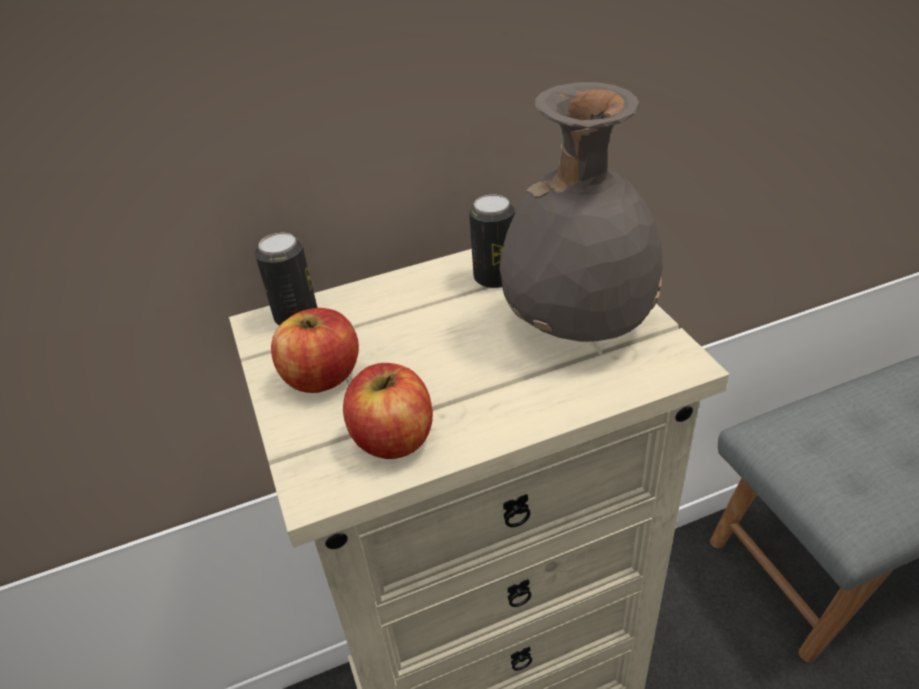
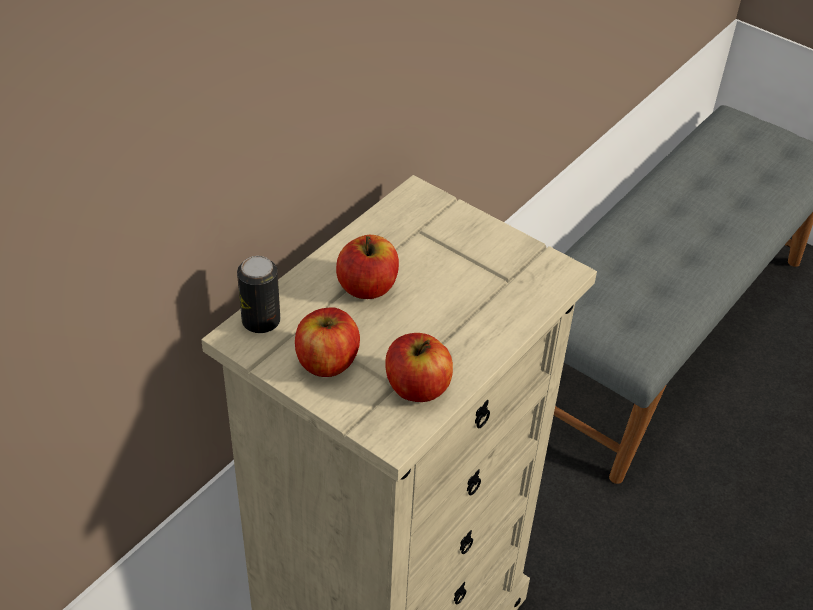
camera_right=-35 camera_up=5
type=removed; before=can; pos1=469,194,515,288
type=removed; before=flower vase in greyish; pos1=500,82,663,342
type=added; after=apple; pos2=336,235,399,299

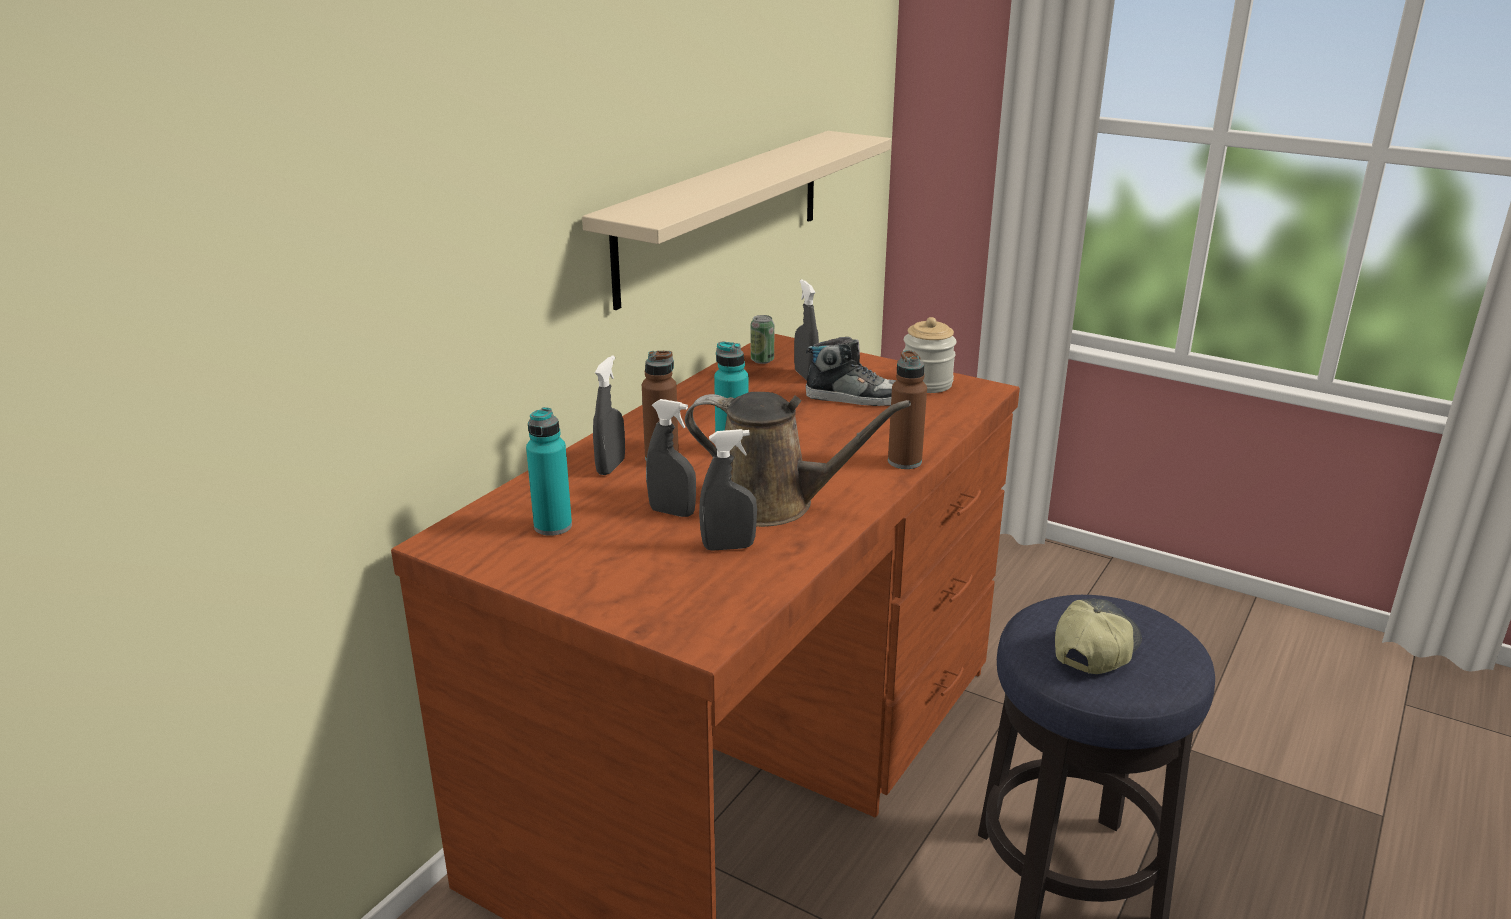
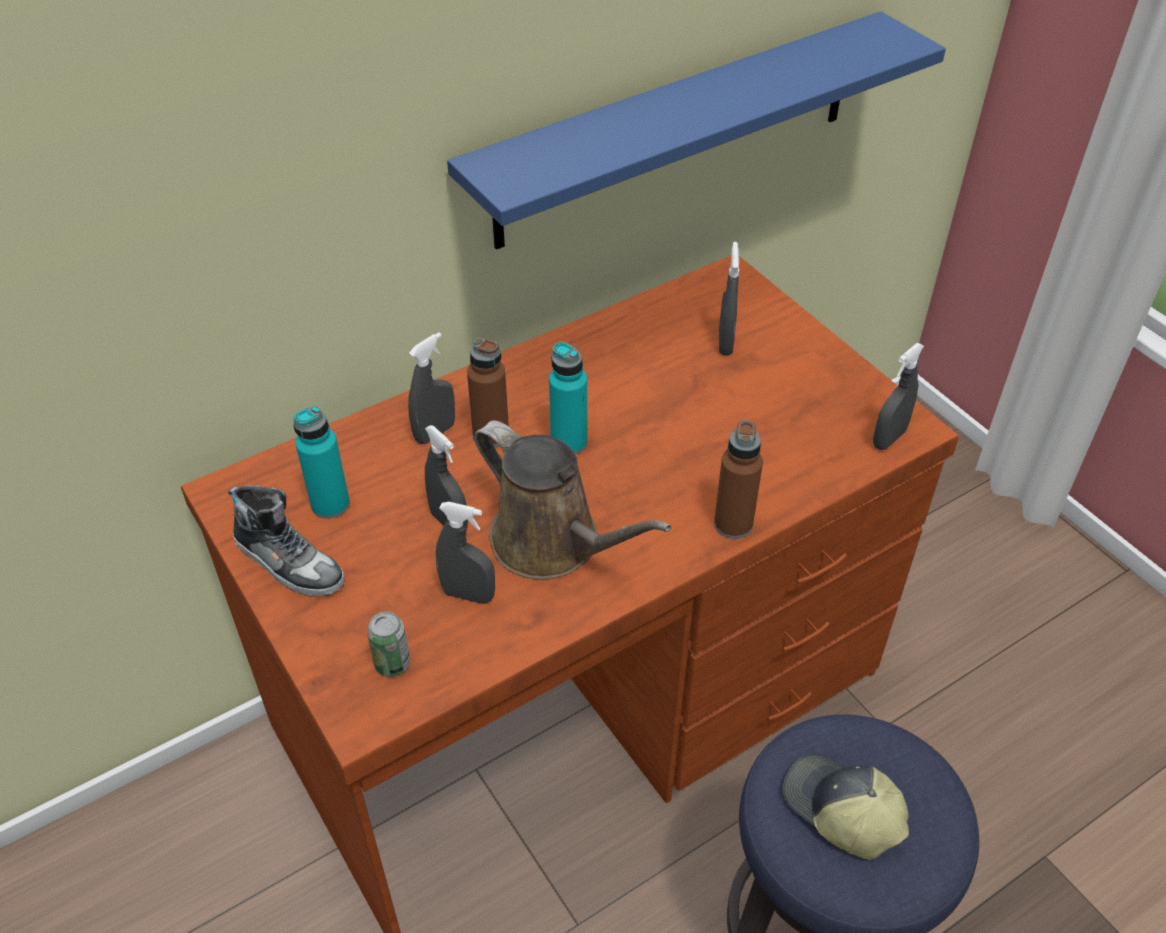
camera_right=25 camera_up=20
type=removed; before=preserve jar; pos1=903,317,957,393
type=added; after=sprayer in greyish; pos2=873,343,924,450
type=moved; before=can; pos1=751,315,774,364; pos2=367,612,410,677
type=moved; before=item of footwear; pos1=806,337,896,406; pos2=228,485,345,596
type=recoloured; before=bracket shelf in sand-coloured; after=bracket shelf in bluish; pos1=582,131,891,310; pos2=447,11,946,250
type=turned; before=cap; pos1=1055,599,1142,674; pos2=782,754,909,860; turn=-105

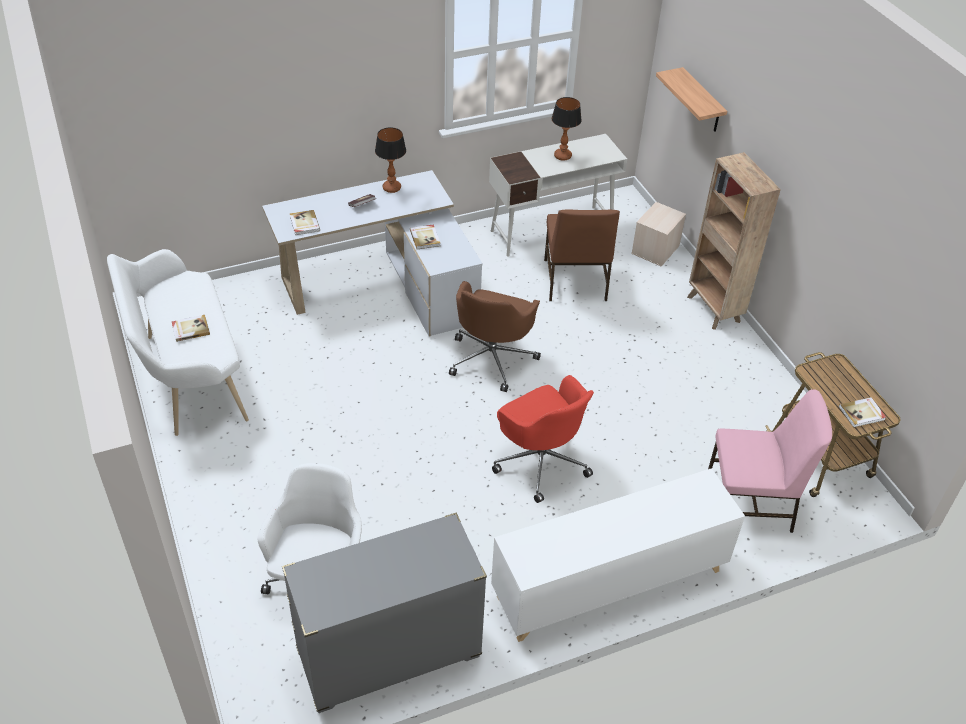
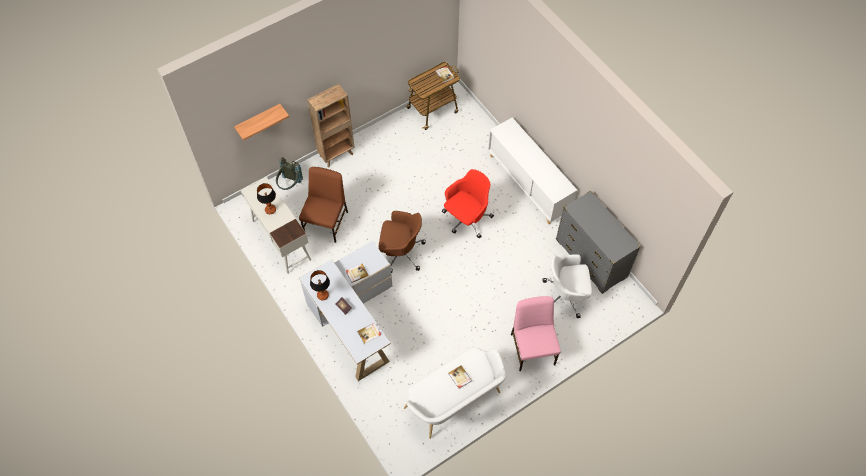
camera_right=-100 camera_up=15
type=moved; before=chair in pink-coloured; pos1=708,389,832,533; pos2=511,296,561,371
type=replaced; before=storage box in sand-coloured; after=backpack in greyish; pos1=631,202,686,267; pos2=276,157,303,190
type=turned; before=chair in brown-coloured; pos1=544,209,620,301; pos2=299,167,348,243; turn=-60

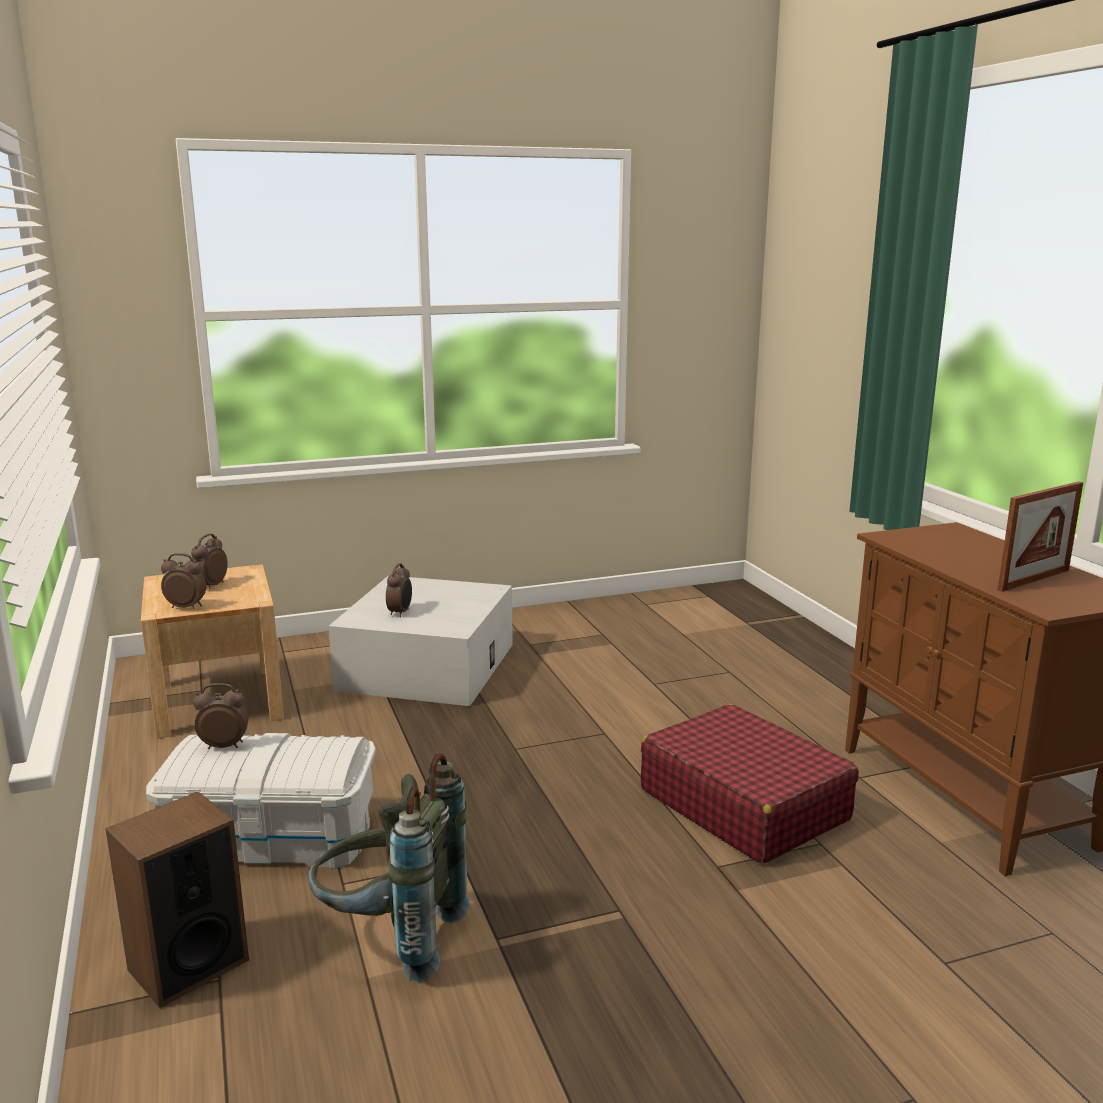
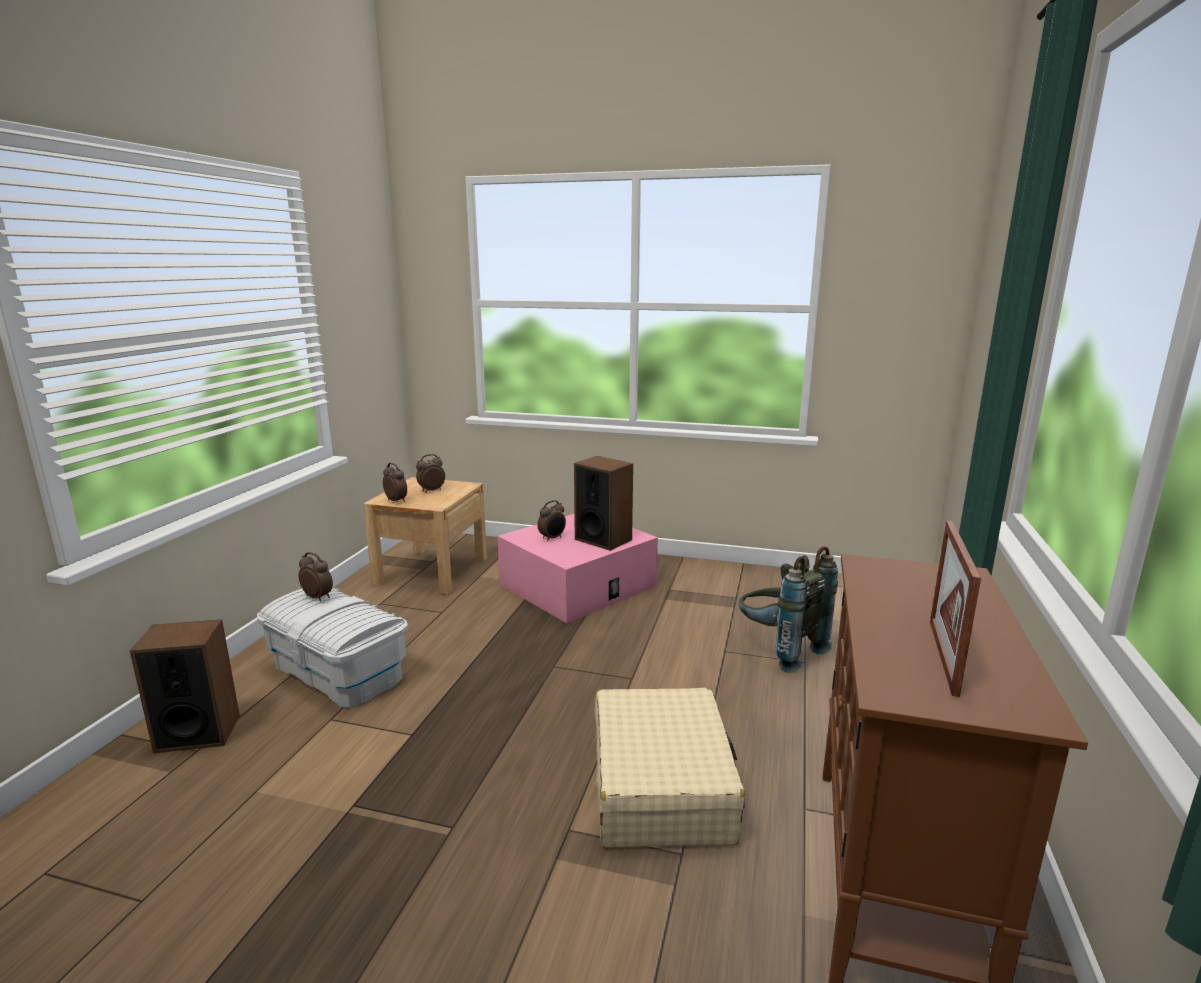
camera_right=35 camera_up=0
type=added; after=audio speaker; pos2=574,456,633,551
type=moved; before=backpack in greyish; pos1=308,753,470,982; pos2=739,546,838,673
type=recoloured; before=storage box in whitish; after=storage box in pink-coloured; pos1=328,575,513,706; pos2=497,514,658,623
type=recoloured; before=travel case in red; after=travel case in sand-coloured; pos1=641,704,859,864; pos2=595,688,745,847
type=turned; before=photo frame; pos1=998,481,1083,592; pos2=930,521,981,697; turn=105

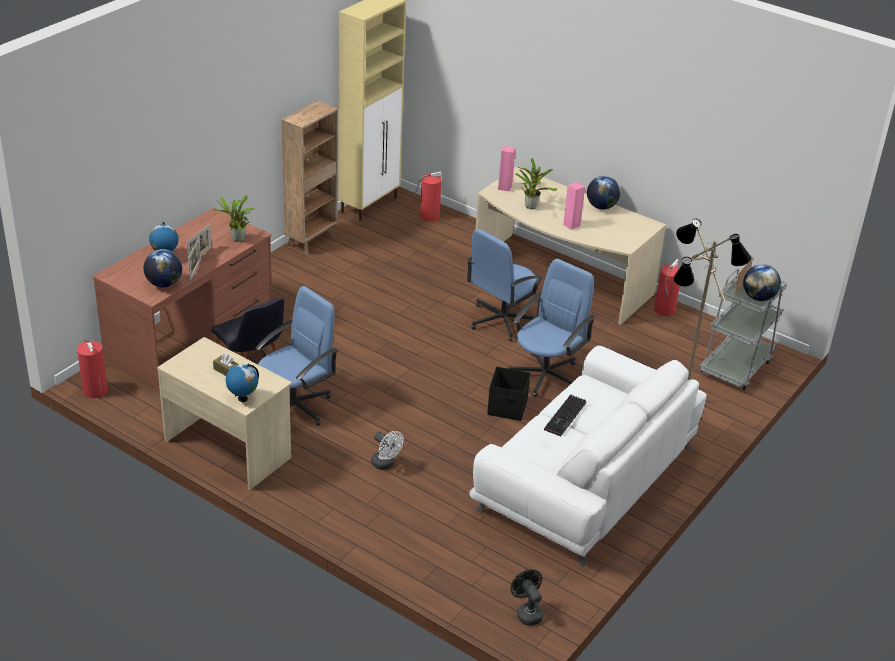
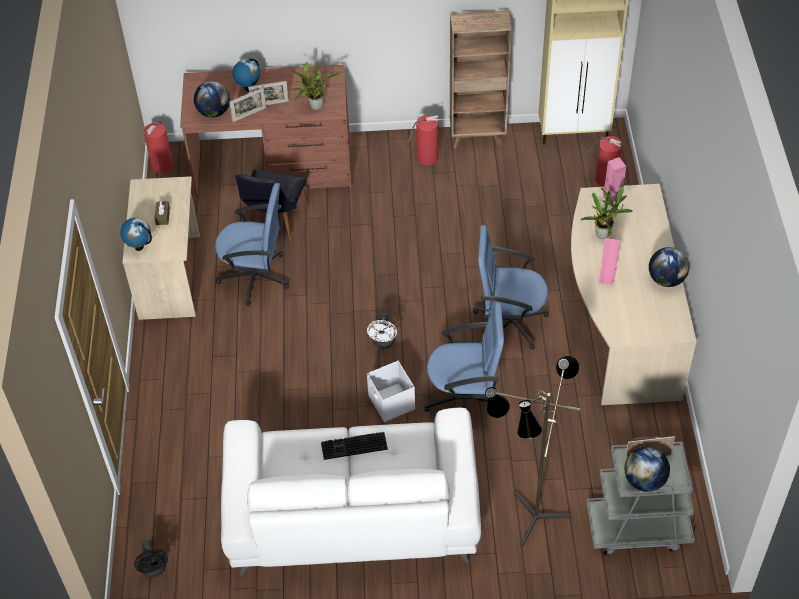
camera_right=55 camera_up=15
type=moved; before=cooling fan in whitish; pos1=371,431,404,470; pos2=367,313,397,348
type=moved; before=fire extinguisher; pos1=654,259,680,316; pos2=408,115,439,165
type=recoloured; before=storage box in blackish; after=storage box in whitish; pos1=487,367,530,421; pos2=367,361,415,422
type=turned; before=cooling fan in blackish; pos1=511,569,543,626; pos2=134,540,168,577; turn=135

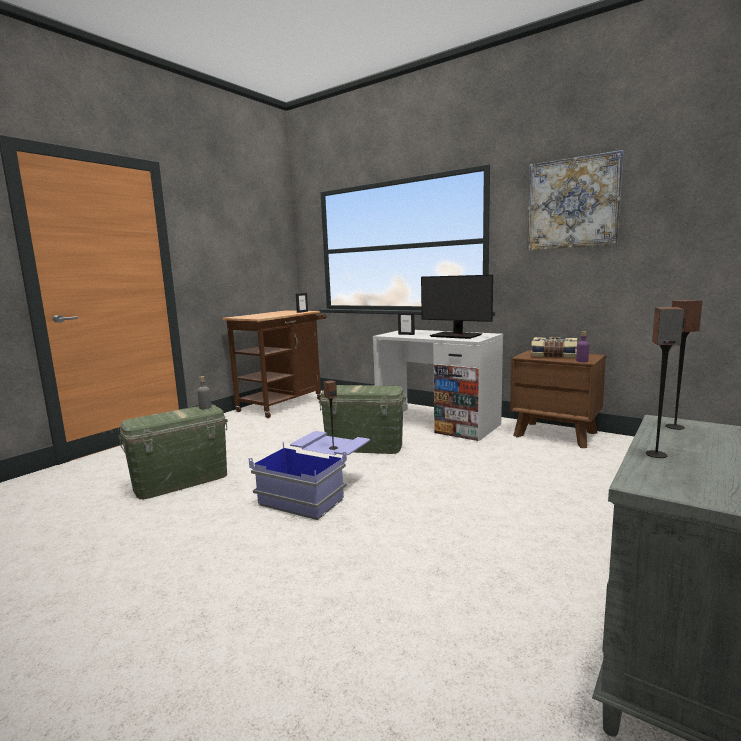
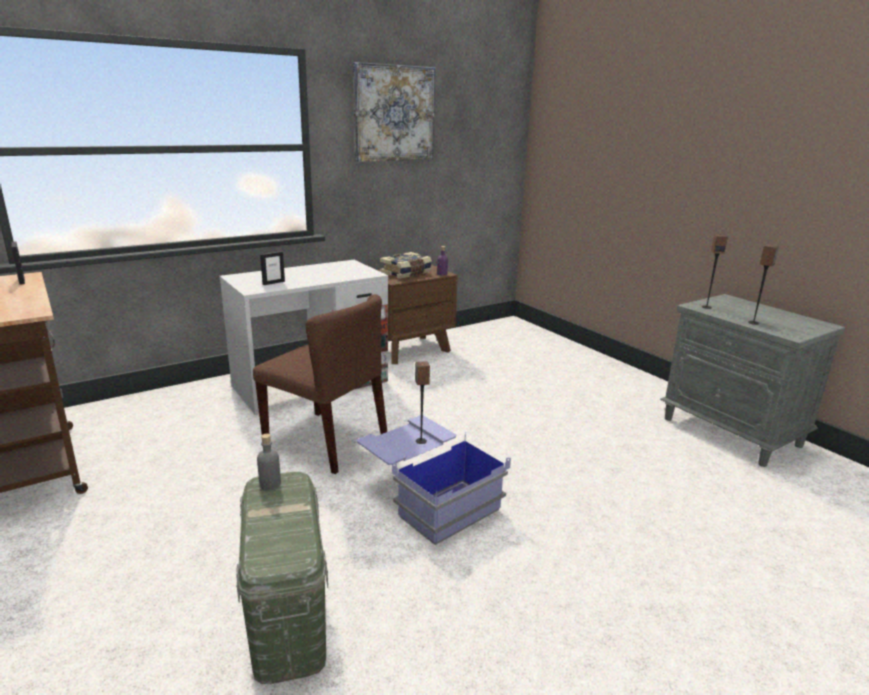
camera_right=-70 camera_up=10
type=removed; before=computer display; pos1=421,275,493,339
type=replaced; before=storage box in greenish; after=chair in brown-coloured; pos1=319,385,406,454; pos2=253,294,387,474

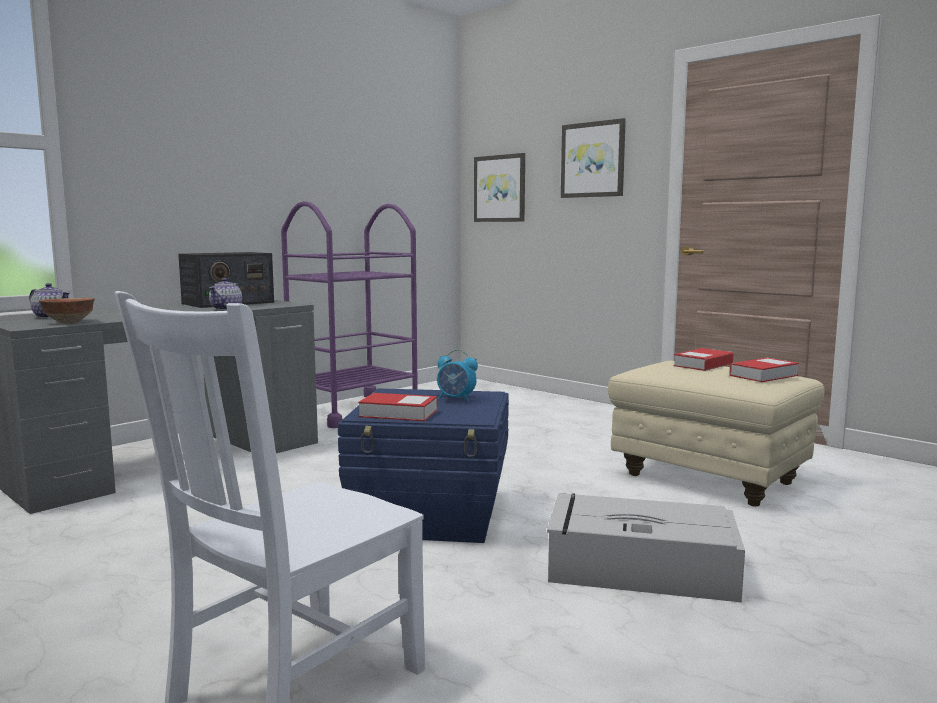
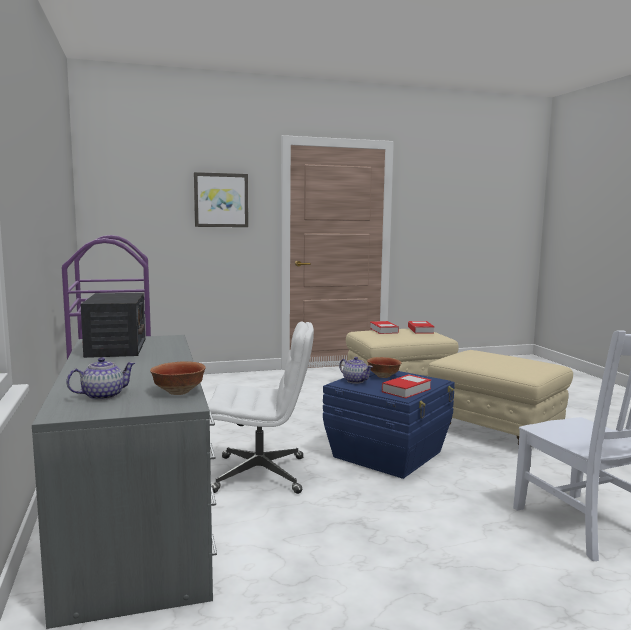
camera_right=-60 camera_up=0
type=removed; before=wall picture; pos1=474,153,525,222
type=added; after=computer chair in whitish; pos2=208,322,314,494
type=moved; before=pot for tea; pos1=209,278,242,310; pos2=339,357,373,384
type=replaced; before=alarm clock; after=bowl; pos1=437,349,478,402; pos2=367,357,401,378
type=replaced; before=storage box in greyish; after=pouffe in sand-coloured; pos1=547,493,745,602; pos2=427,350,573,445

